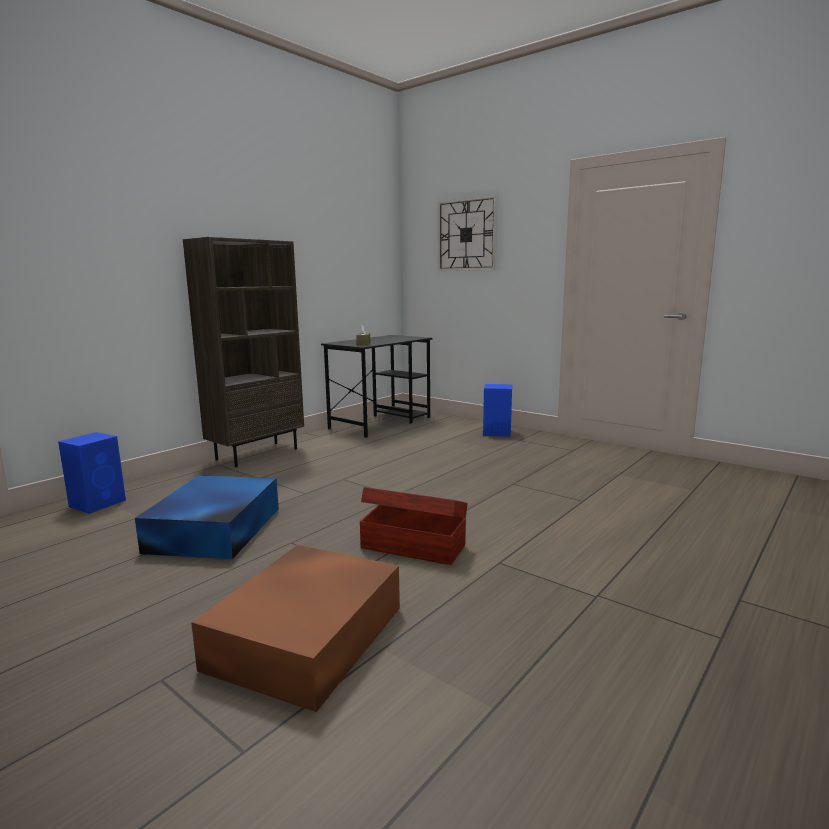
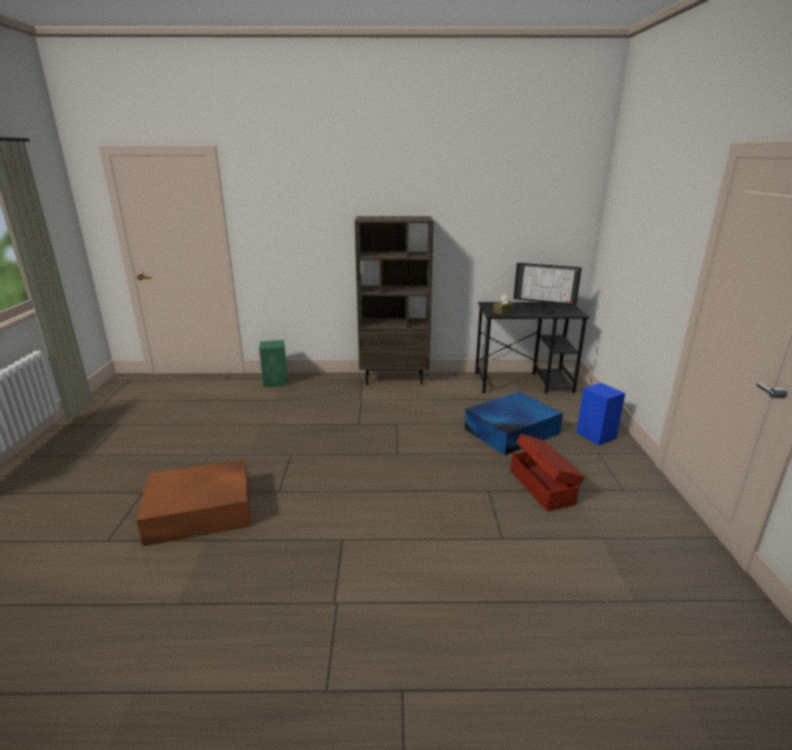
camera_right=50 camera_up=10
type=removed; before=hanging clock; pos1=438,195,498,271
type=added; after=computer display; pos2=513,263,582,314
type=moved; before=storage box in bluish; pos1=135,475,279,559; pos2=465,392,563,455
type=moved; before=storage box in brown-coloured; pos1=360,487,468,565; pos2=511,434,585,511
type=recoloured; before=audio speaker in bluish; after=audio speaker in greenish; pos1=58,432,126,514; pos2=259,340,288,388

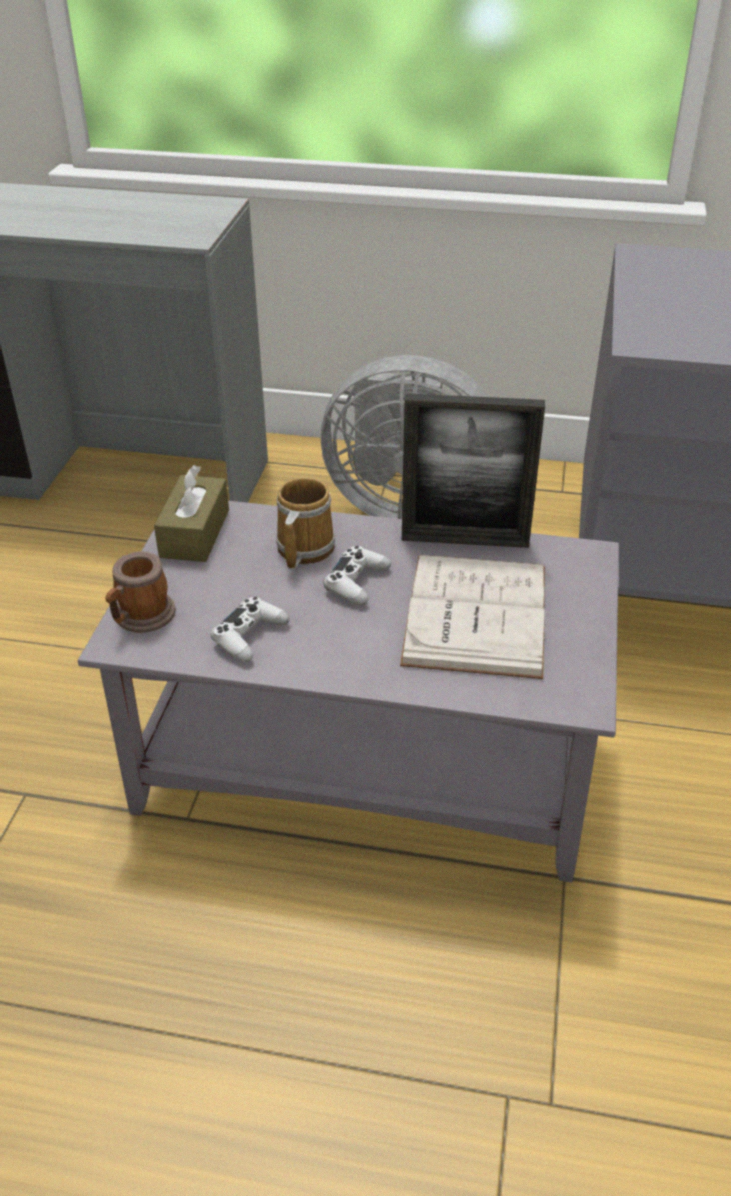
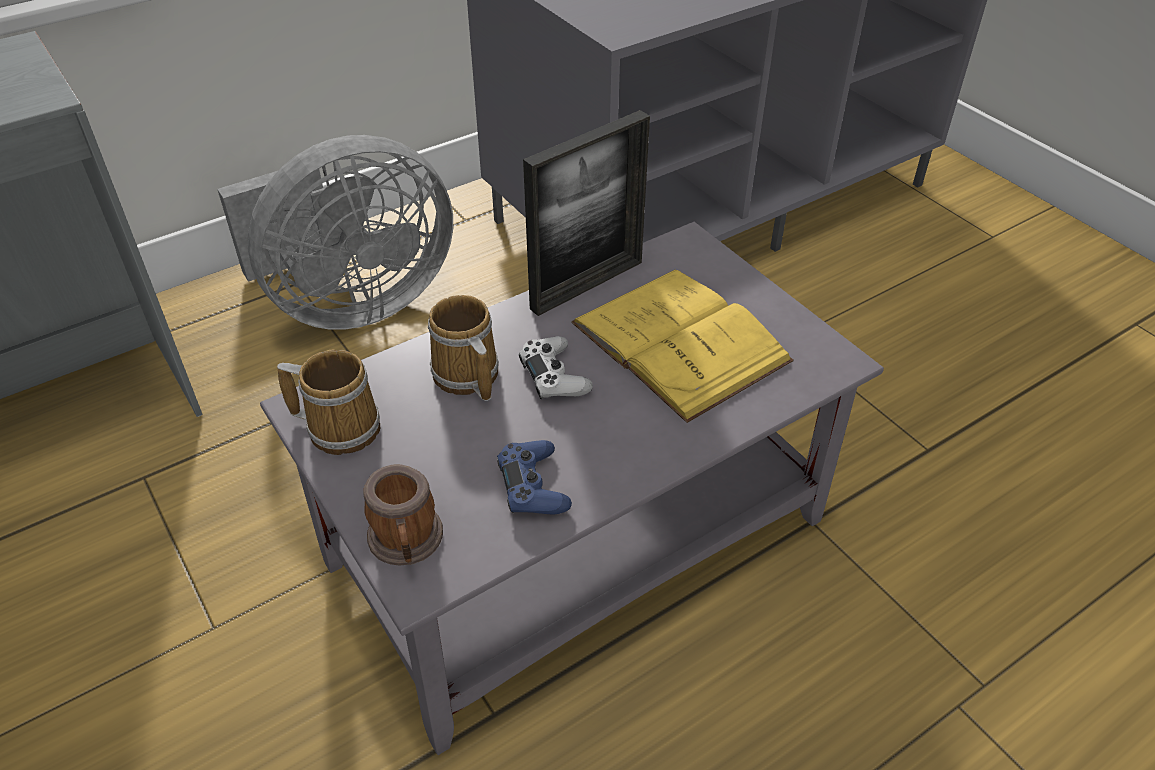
camera_right=-45 camera_up=5
type=replaced; before=tissue holder in brown-coloured; after=coffee mug; pos1=154,465,229,562; pos2=277,349,380,455
type=recoloured; before=gamepad in whitish; after=gamepad in bluish; pos1=211,597,290,662; pos2=497,440,572,514
type=recoloured; before=book in whitish; after=book in yellowish; pos1=400,555,545,679; pos2=571,269,794,423

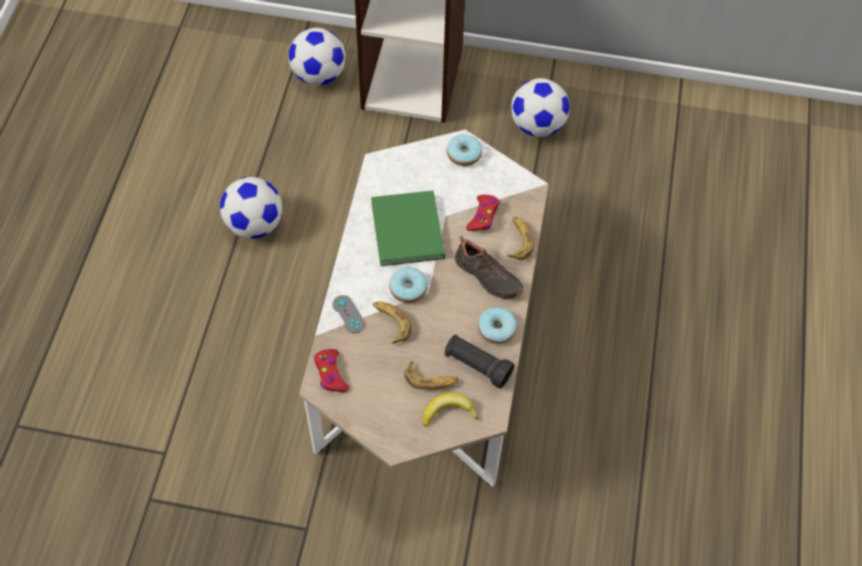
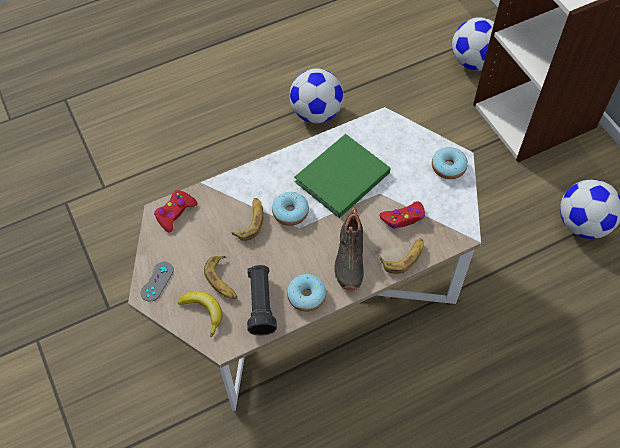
camera_right=55 camera_up=0
type=moved; before=gamepad in greyish; pos1=332,295,365,333; pos2=141,262,174,302

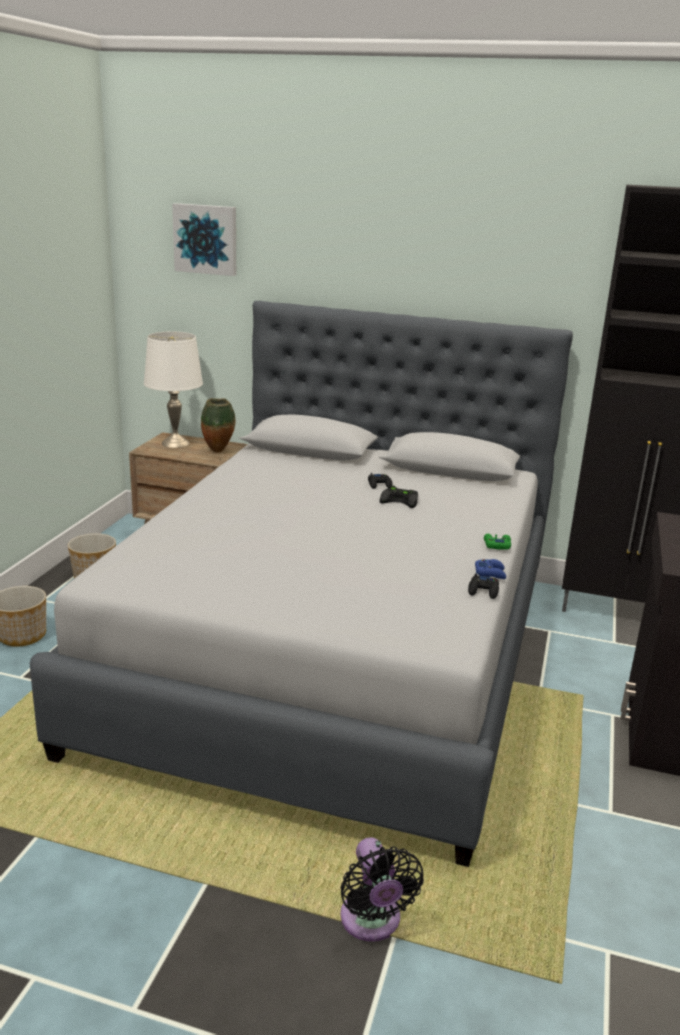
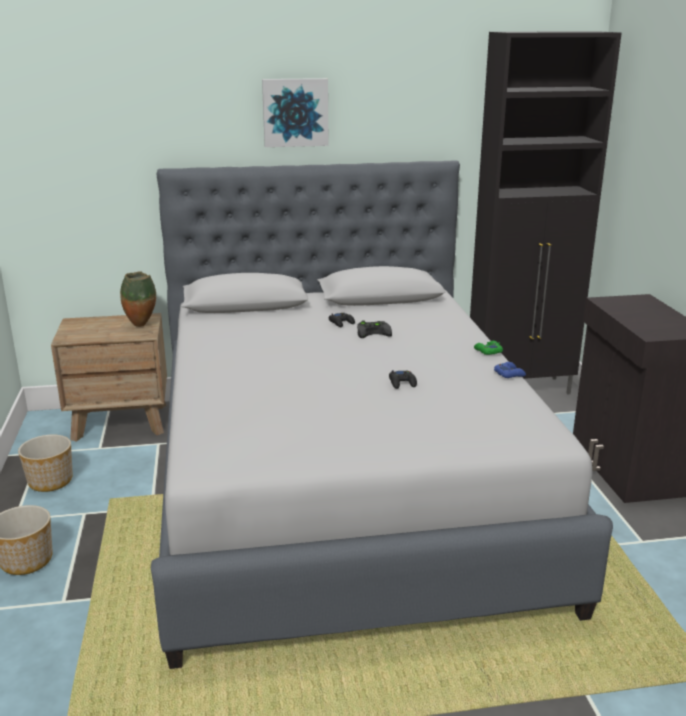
camera_right=-25 camera_up=0
type=removed; before=tabletop lamp in whitish; pos1=144,331,203,448
type=removed; before=cooling fan in blackish; pos1=340,837,424,942
type=moved; before=wall picture; pos1=172,203,236,276; pos2=262,78,328,147
type=moved; before=gamepad in blackish; pos1=468,574,499,599; pos2=389,370,417,389

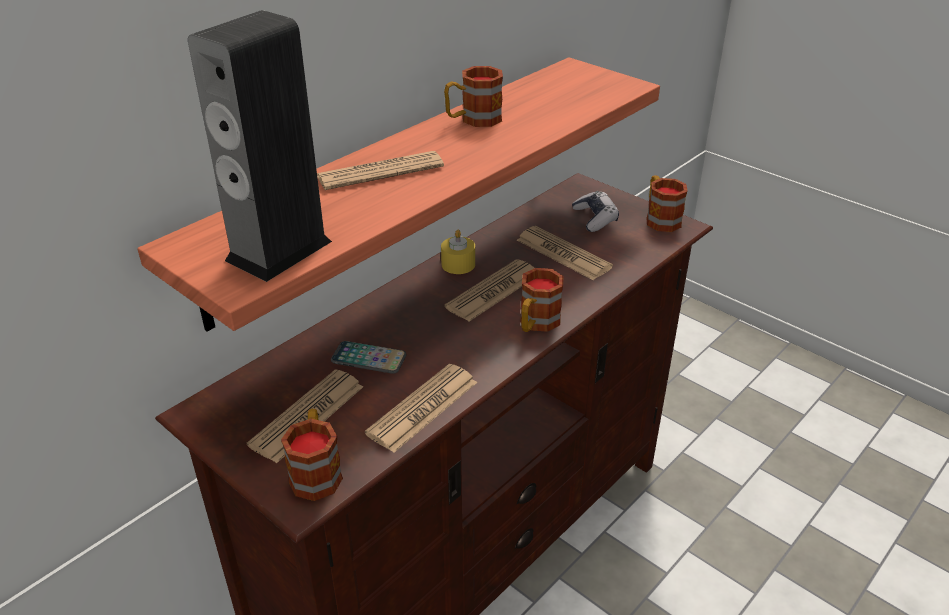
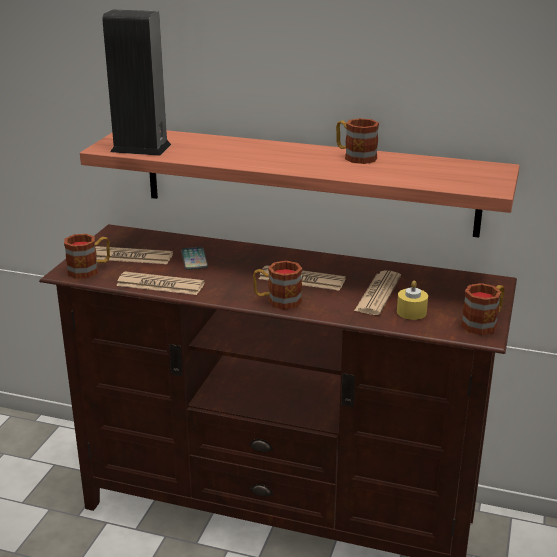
camera_right=65 camera_up=-10
type=removed; before=daily paper; pos1=317,151,444,190
type=removed; before=gamepad; pos1=572,191,619,232
type=moved; before=wax candle in yellowish; pos1=441,229,475,274; pos2=397,280,428,320

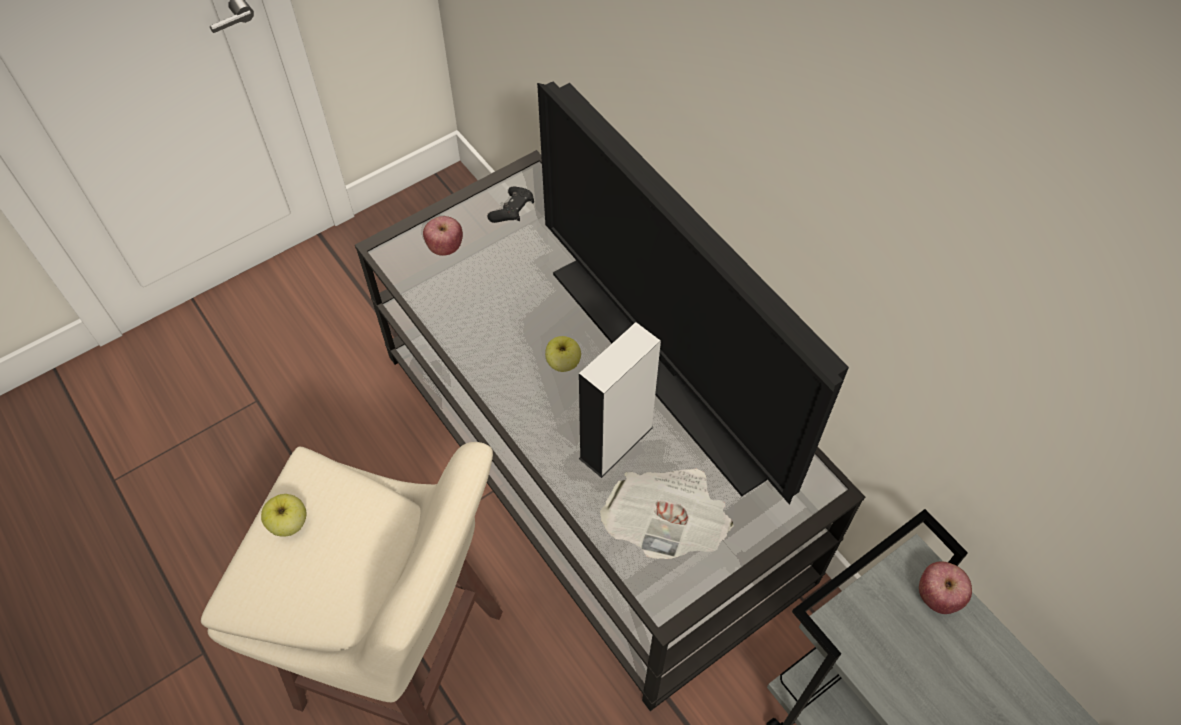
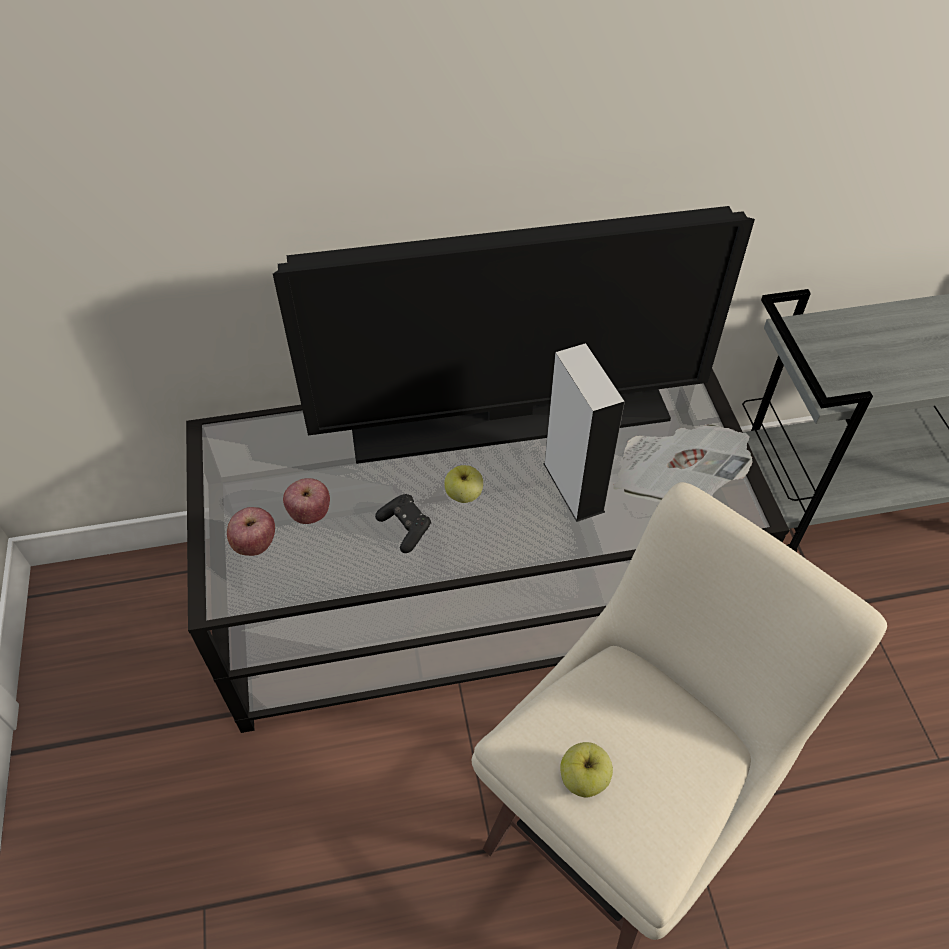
camera_right=-65 camera_up=-5
type=moved; before=gamepad in blackish; pos1=488,187,534,223; pos2=375,494,431,553
type=moved; before=apple; pos1=919,561,972,614; pos2=283,478,330,524

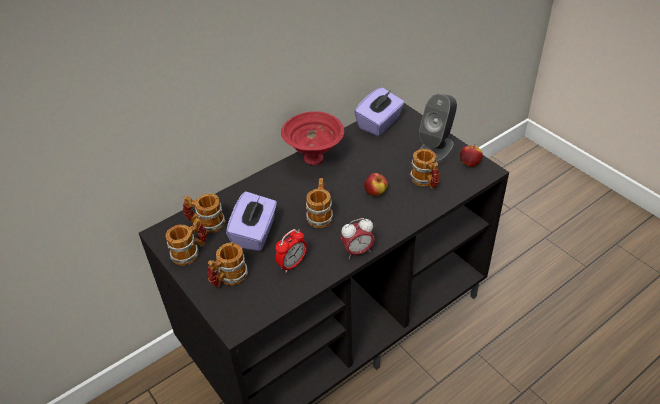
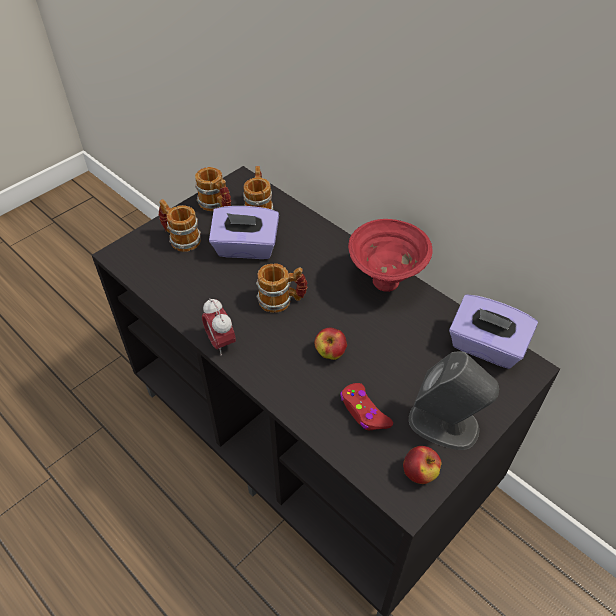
camera_right=80 camera_up=5
type=removed; before=alarm clock; pos1=275,229,307,273
type=replaced; before=coffee mug; after=gamepad in red; pos1=410,149,439,189; pos2=340,383,393,430

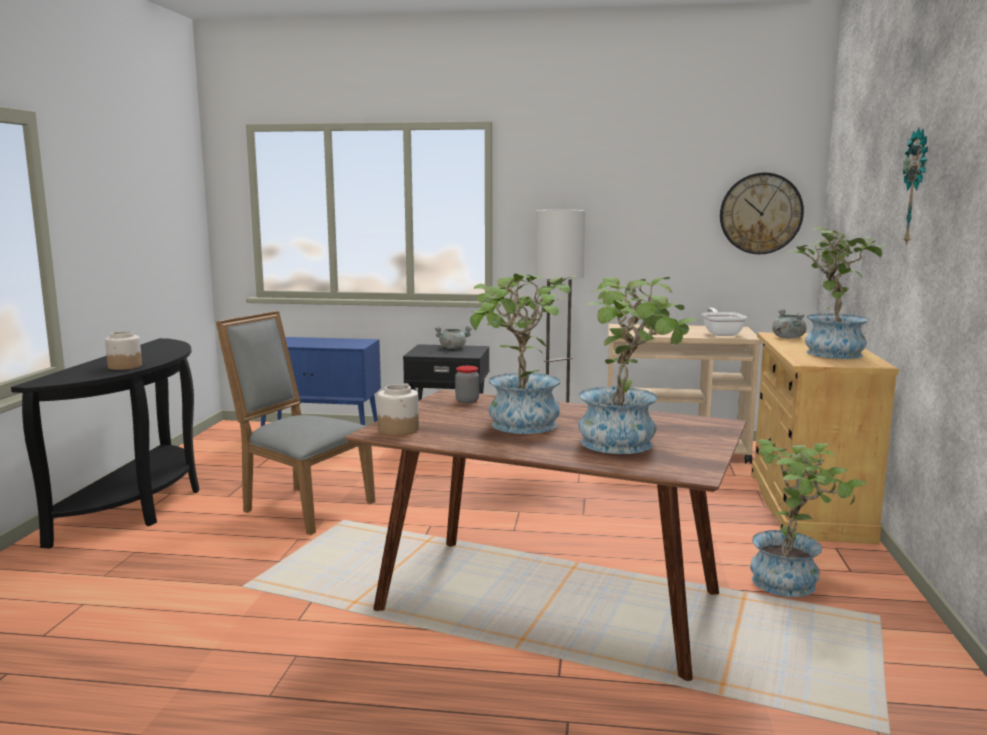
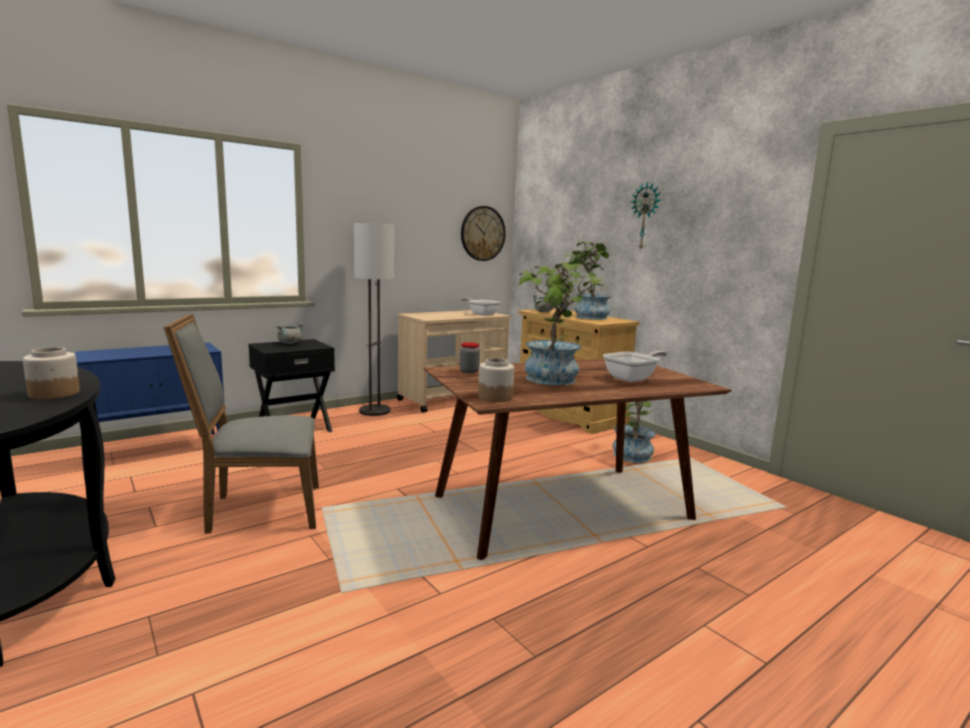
camera_right=-45 camera_up=0
type=replaced; before=plant in a pot; after=pan; pos1=578,277,700,454; pos2=603,351,667,382

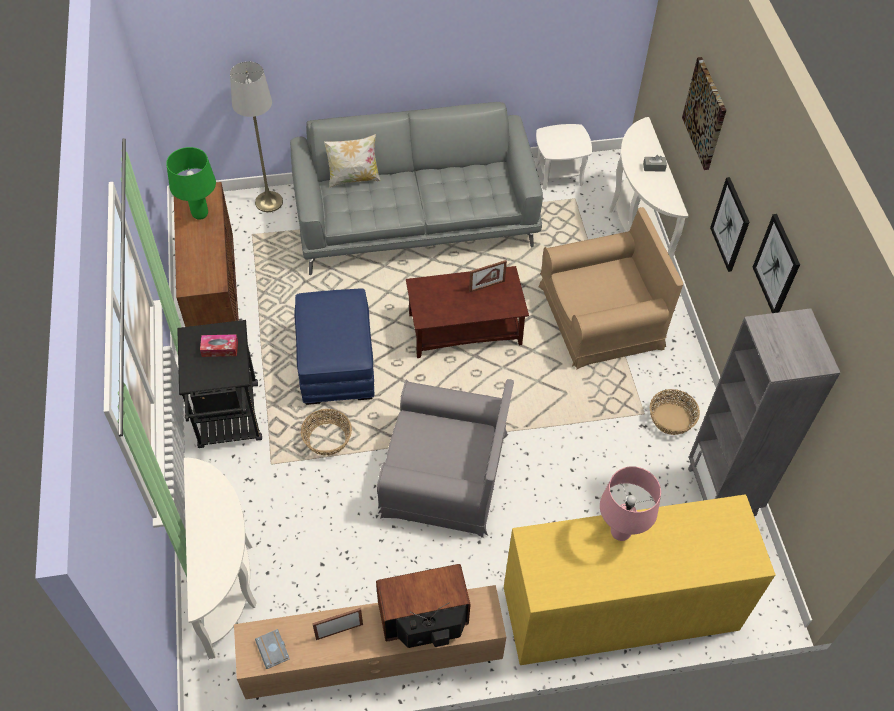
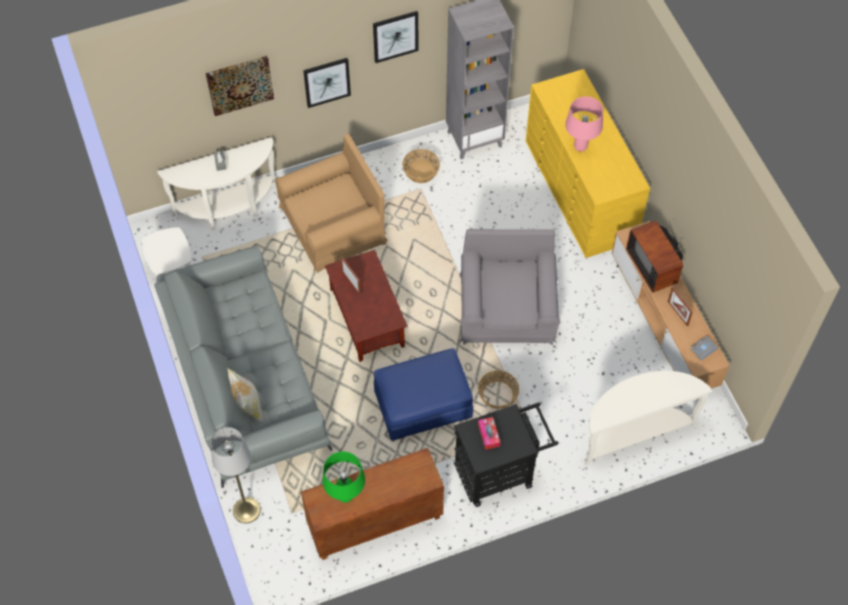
camera_right=-100 camera_up=5
type=turned; before=lounge chair in brown-coloured; pos1=538,207,683,370; pos2=275,134,388,274; turn=90

